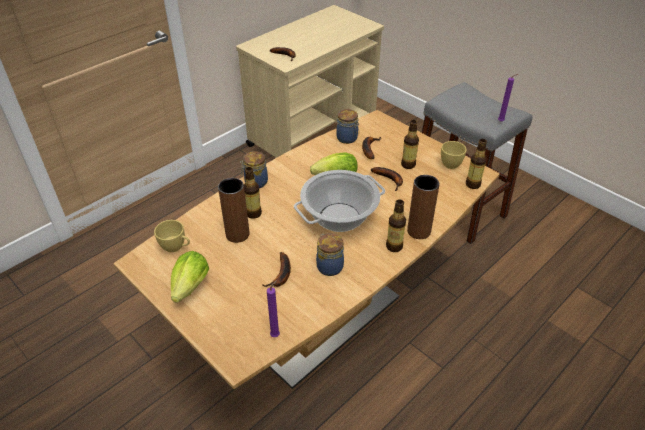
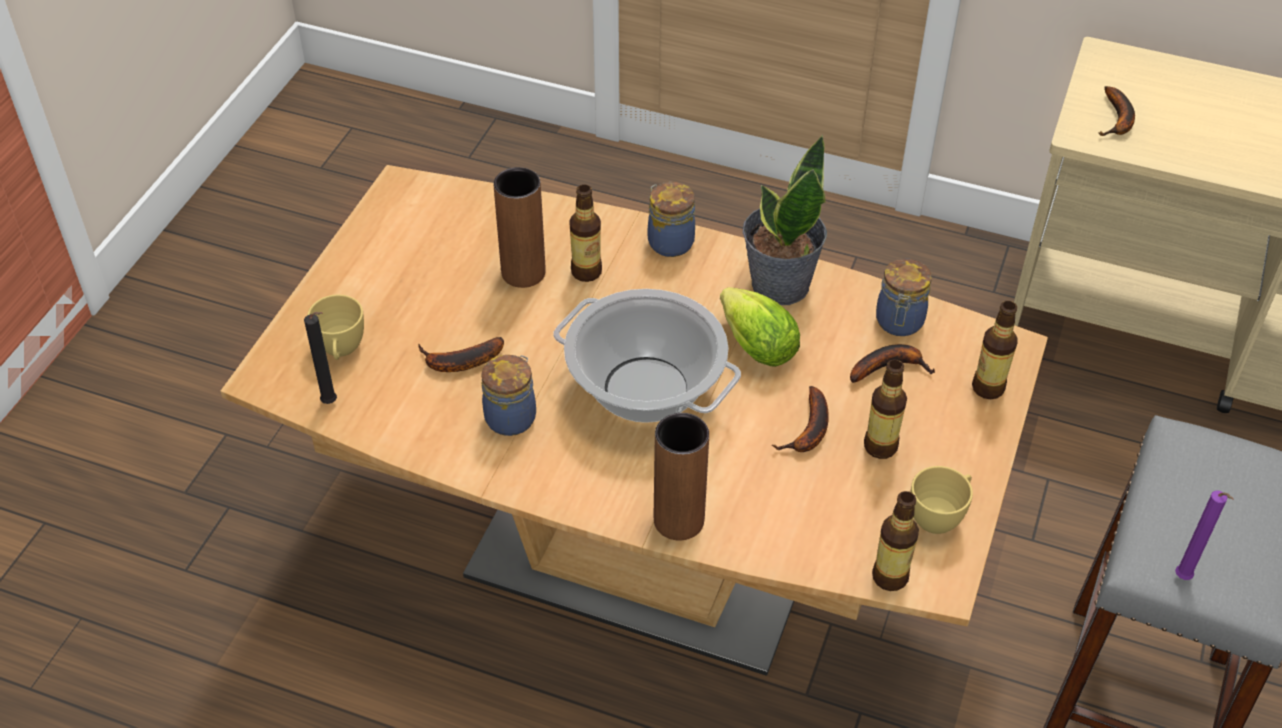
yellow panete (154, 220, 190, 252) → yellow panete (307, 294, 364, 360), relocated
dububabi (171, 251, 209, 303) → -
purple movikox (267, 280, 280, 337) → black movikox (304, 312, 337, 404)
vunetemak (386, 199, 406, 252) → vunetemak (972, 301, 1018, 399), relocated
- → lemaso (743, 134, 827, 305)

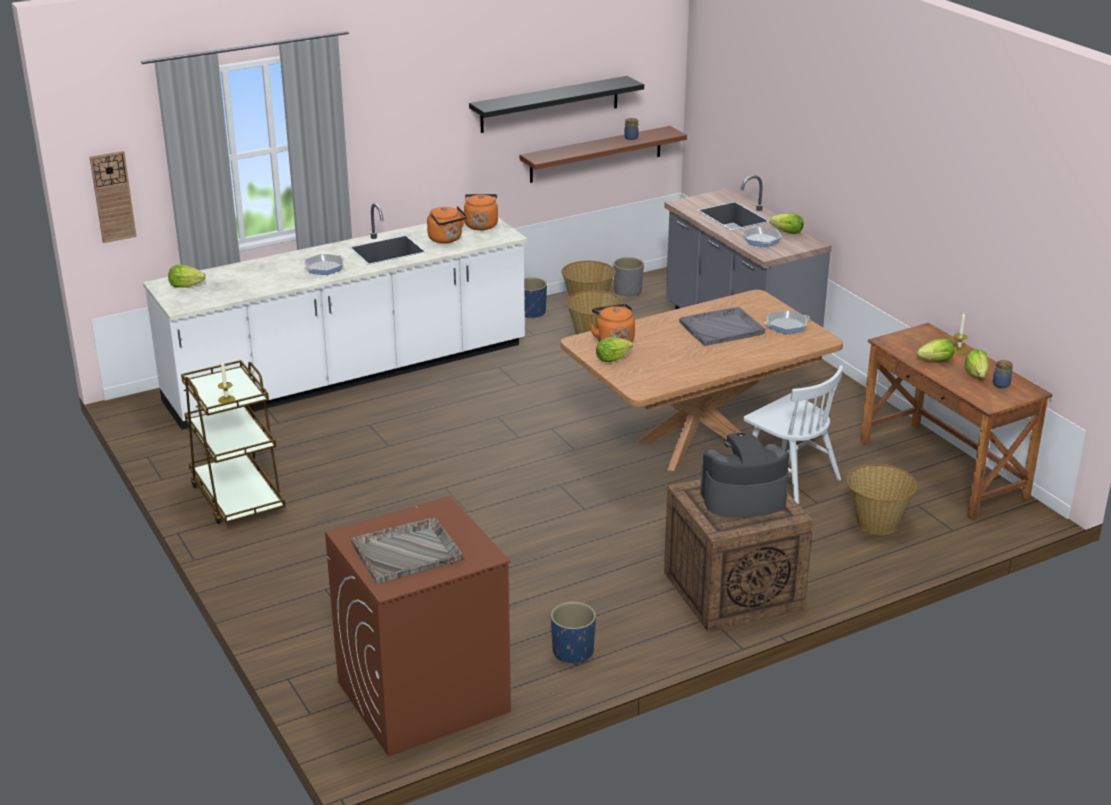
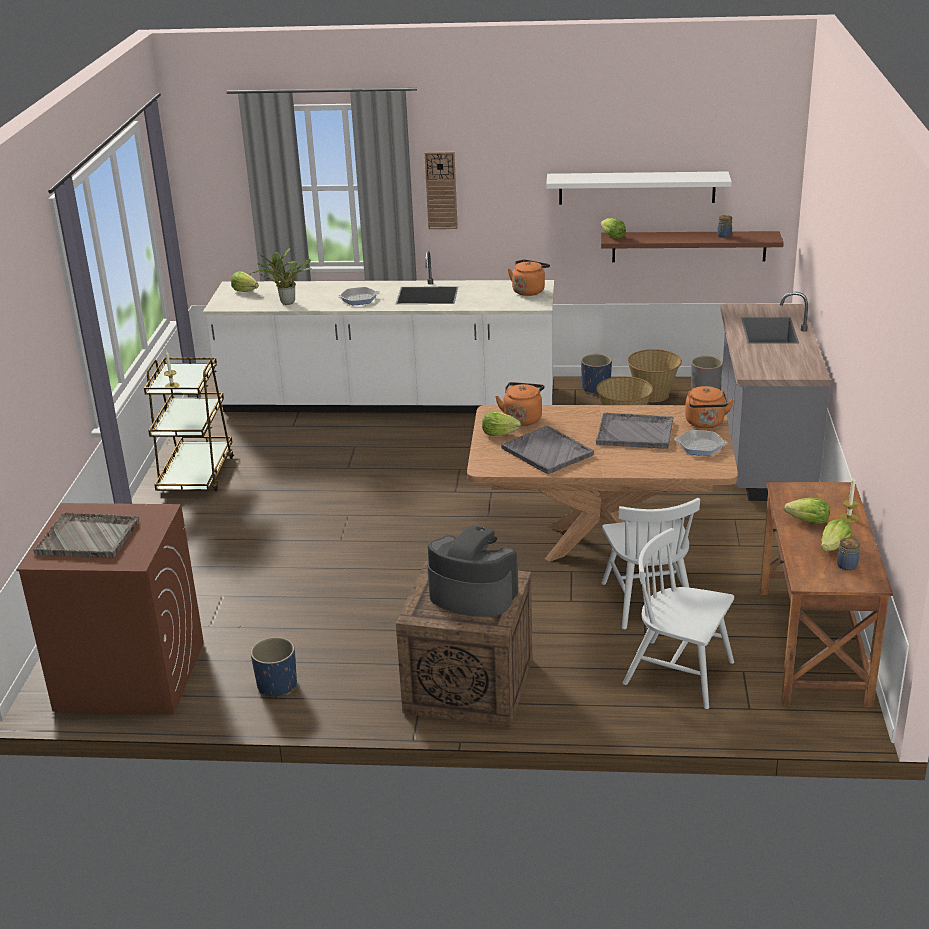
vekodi (90, 151, 137, 243) → vekodi (425, 152, 458, 229), relocated
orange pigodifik (427, 206, 467, 243) → orange pigodifik (685, 386, 734, 428), relocated
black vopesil (469, 76, 644, 133) → white vopesil (546, 172, 732, 205)
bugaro (743, 226, 782, 247) → -
dububabi (770, 213, 804, 234) → dububabi (601, 218, 626, 239), relocated
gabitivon (847, 464, 917, 535) → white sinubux (623, 528, 734, 709)
- → lemaso (249, 248, 312, 305)
- → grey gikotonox (501, 426, 594, 474)

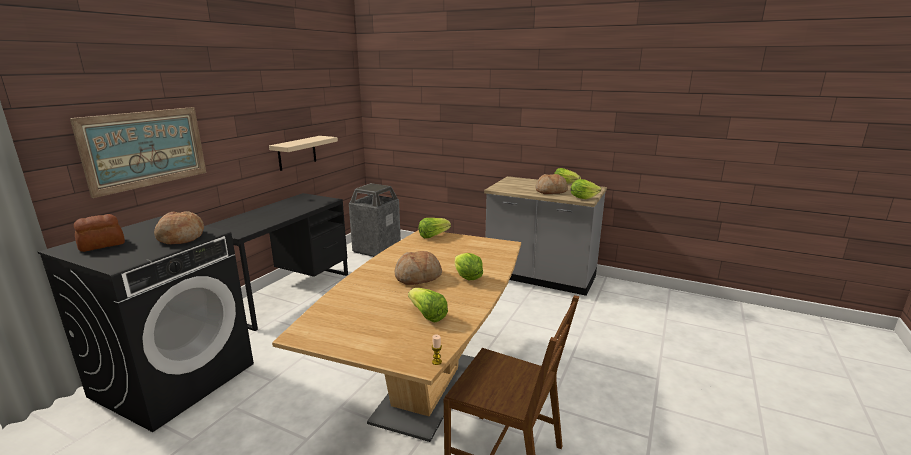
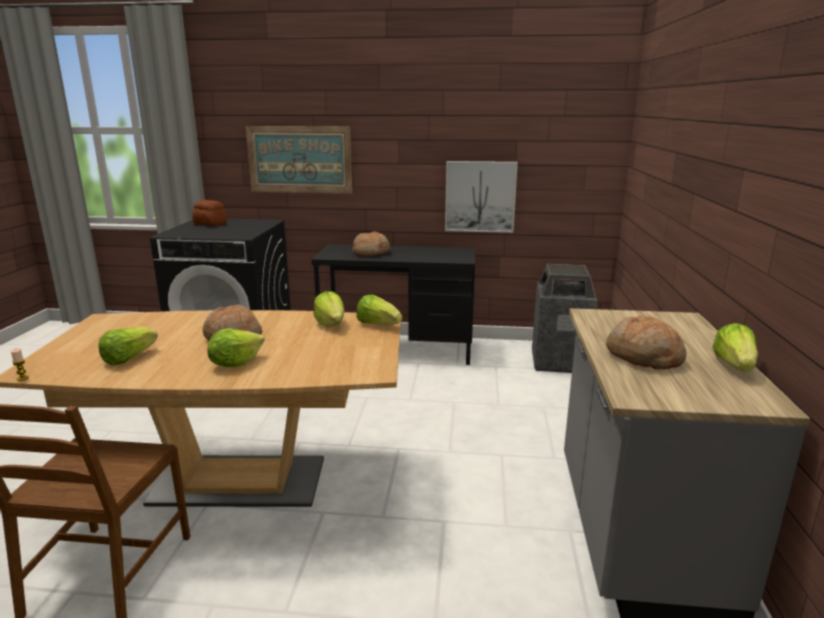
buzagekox (154, 211, 204, 244) → buzagekox (353, 231, 390, 256), relocated
beige vopesil (269, 136, 338, 171) → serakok (445, 161, 518, 233)
dububabi (571, 179, 601, 199) → dububabi (314, 291, 345, 327), relocated

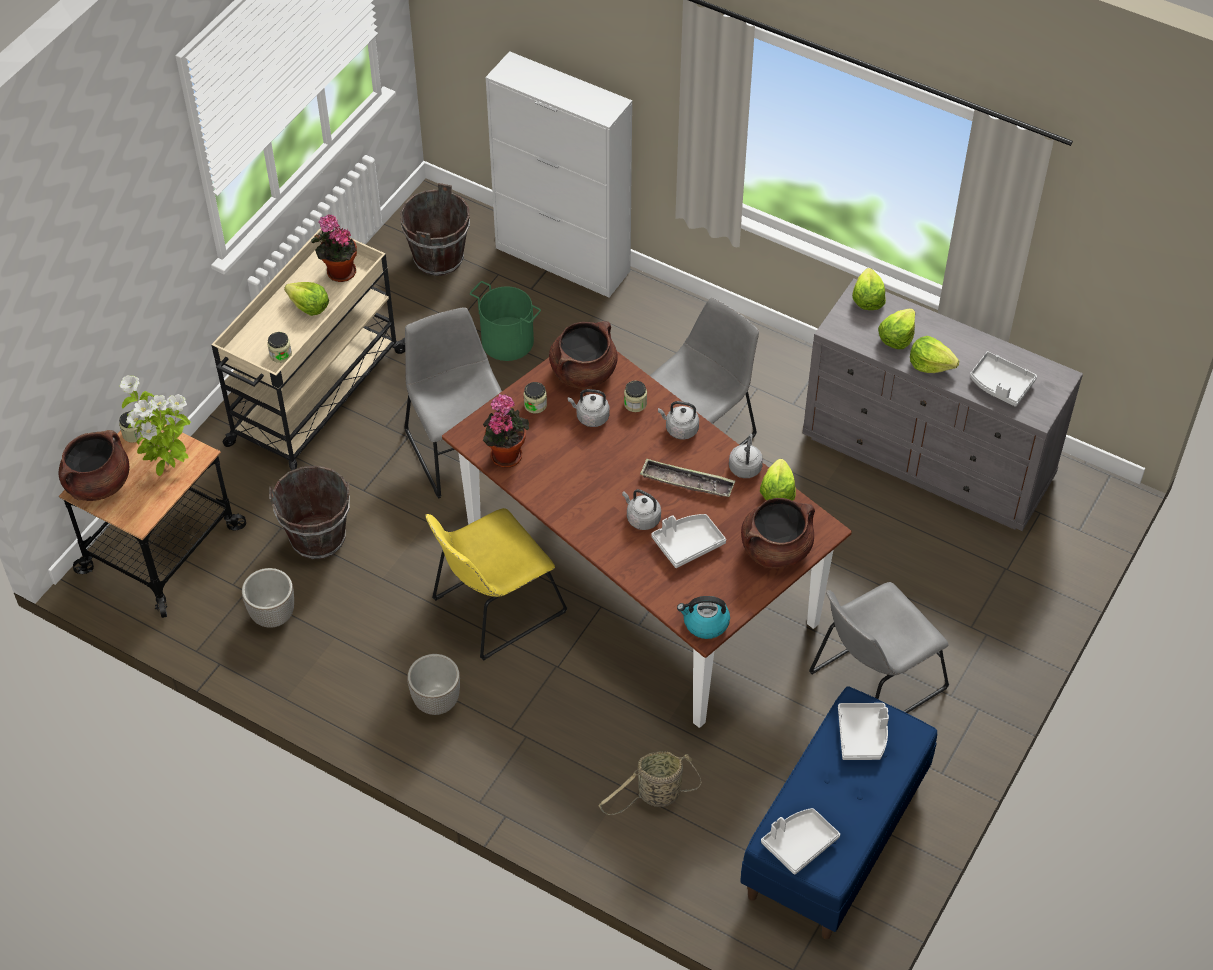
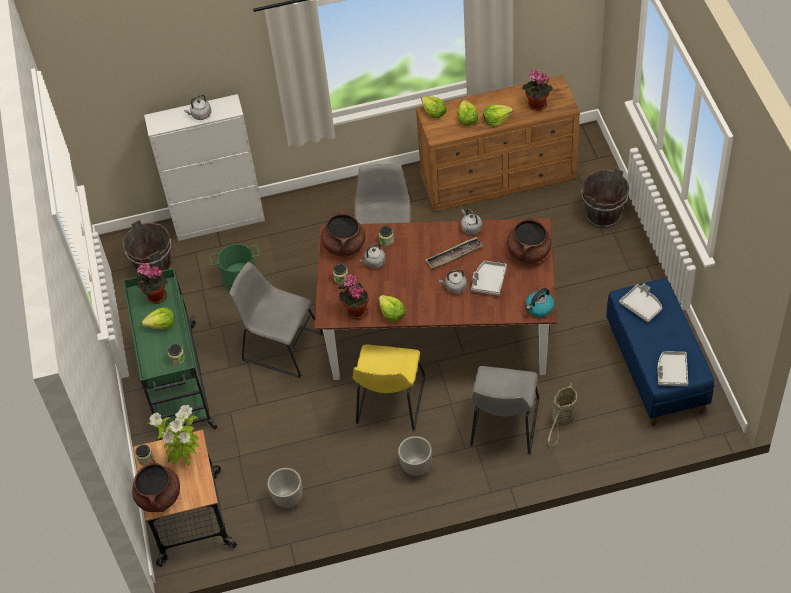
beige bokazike (211, 228, 405, 471) → green bokazike (123, 268, 217, 441)
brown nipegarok (269, 466, 350, 559) → brown nipegarok (581, 168, 629, 228), relocated
grey pigodifik (658, 401, 699, 440) → grey pigodifik (184, 94, 211, 120), relocated
dububabi (760, 459, 796, 501) → dububabi (379, 295, 406, 322), relocated
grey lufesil (803, 278, 1083, 531) → brown lufesil (416, 75, 580, 211)
grey sinubux (809, 582, 949, 713) → grey sinubux (470, 366, 539, 454), relocated
grey gikotonox (970, 351, 1037, 407) → lemaso (522, 70, 553, 111)

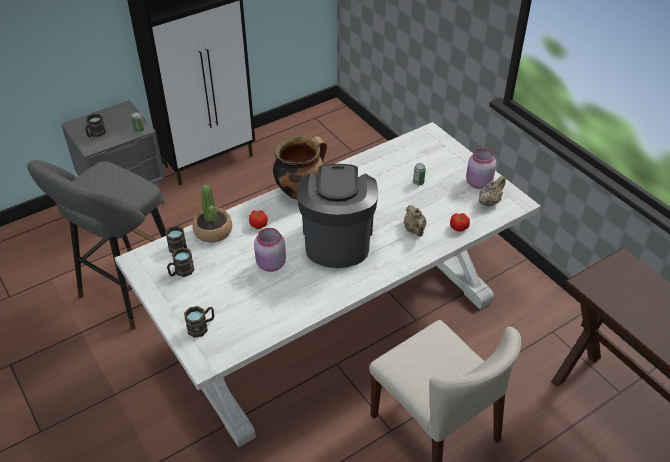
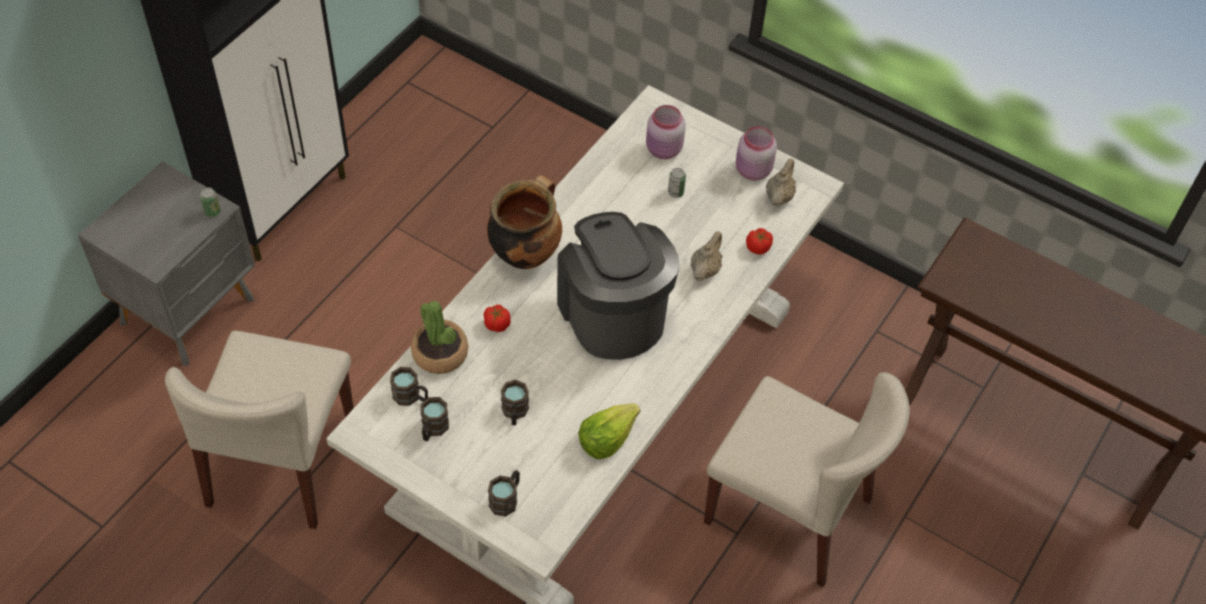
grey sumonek (27, 160, 166, 330) → beige sinubux (165, 331, 354, 529)
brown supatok (85, 114, 106, 137) → brown supatok (501, 380, 529, 425), relocated
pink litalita (254, 228, 286, 272) → pink litalita (646, 105, 686, 159), relocated
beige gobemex (404, 205, 427, 237) → beige gobemex (691, 232, 722, 281), 120 degrees counterclockwise
- → dububabi (578, 403, 640, 459)

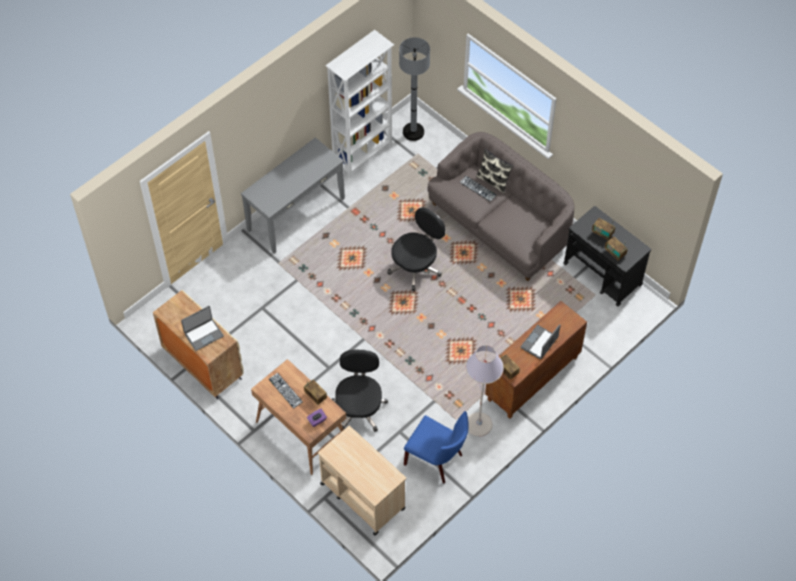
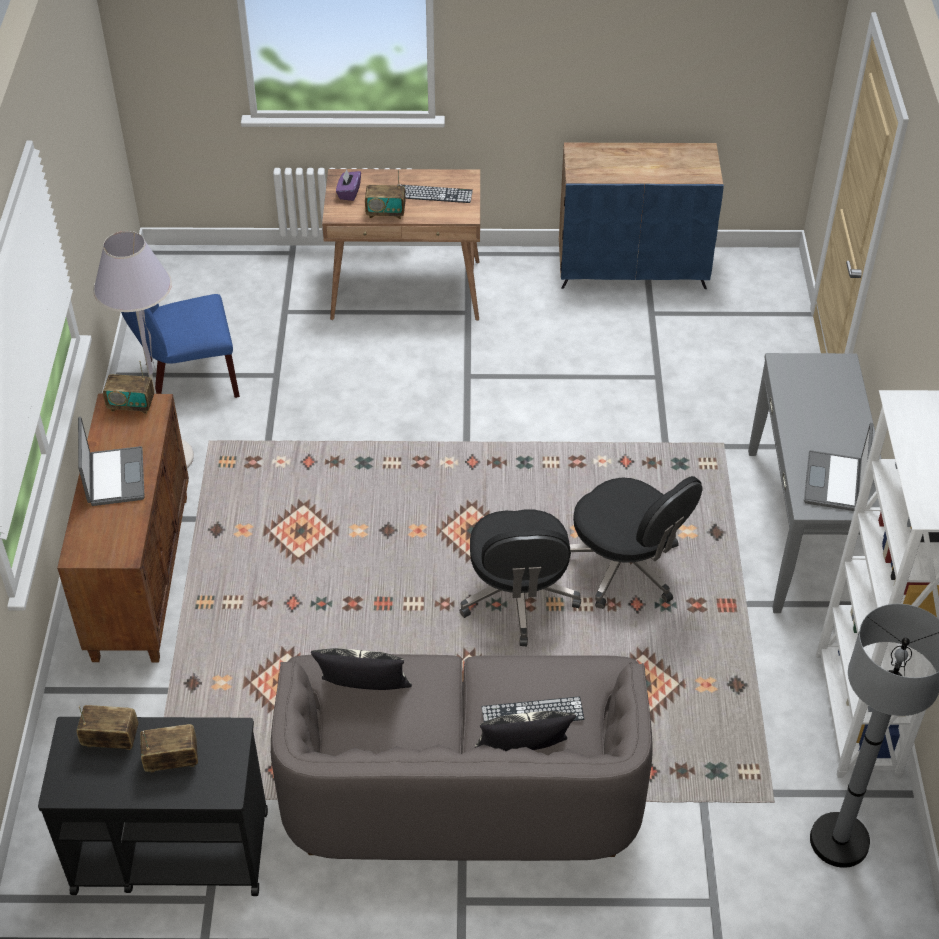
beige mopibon (153, 290, 244, 399) → blue mopibon (559, 143, 724, 289)
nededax (181, 306, 224, 351) → nededax (804, 423, 873, 511), relocated
beige bokazike (318, 426, 406, 535) → -
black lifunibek (332, 349, 388, 432) → black lifunibek (570, 476, 703, 609), relocated
- → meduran (311, 648, 412, 690)

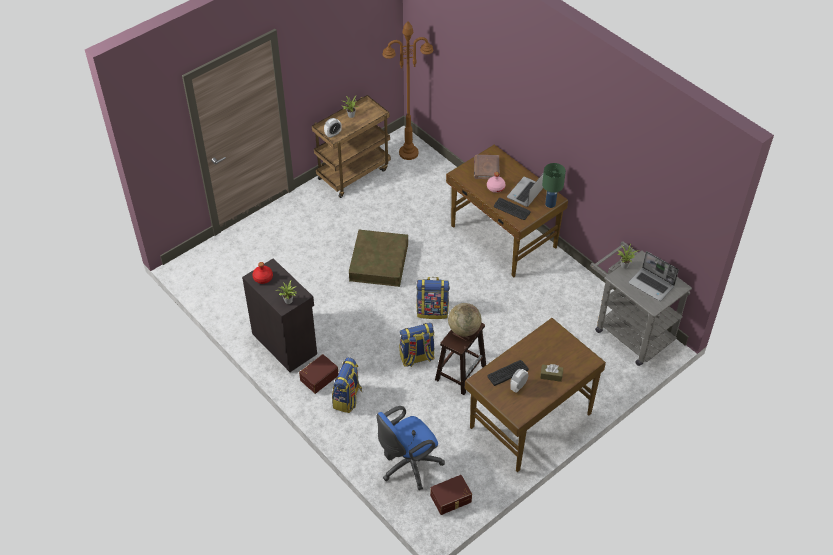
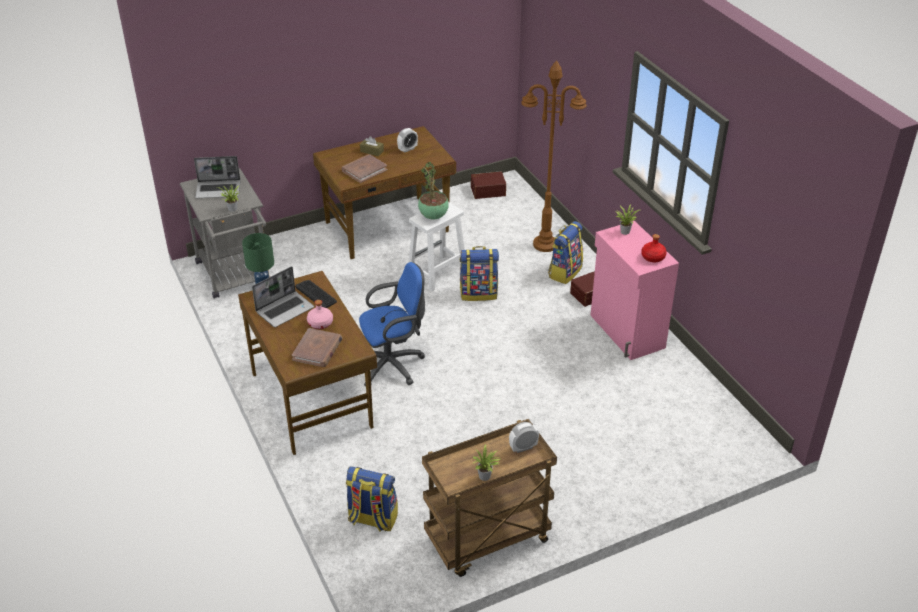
black mopibon (242, 258, 317, 372) → pink mopibon (590, 221, 679, 360)
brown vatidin (349, 229, 408, 287) → -
blue lifunibek (376, 406, 445, 490) → blue lifunibek (359, 262, 425, 387), relocated
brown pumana (383, 21, 433, 160) → brown pumana (521, 60, 587, 252), relocated
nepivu (416, 277, 450, 319) → nepivu (346, 466, 398, 532), relocated
brown sumonek (435, 323, 486, 395) → white sumonek (409, 202, 465, 291)
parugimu (448, 303, 482, 336) → lemaso (418, 161, 449, 220)
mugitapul (487, 360, 529, 386) → -
nededax (628, 251, 679, 301) → nededax (194, 156, 241, 198), 120 degrees clockwise
- → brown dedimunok (342, 154, 388, 183)

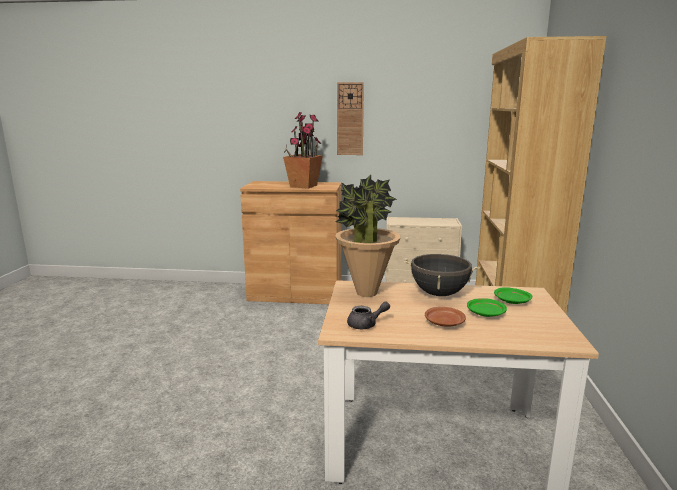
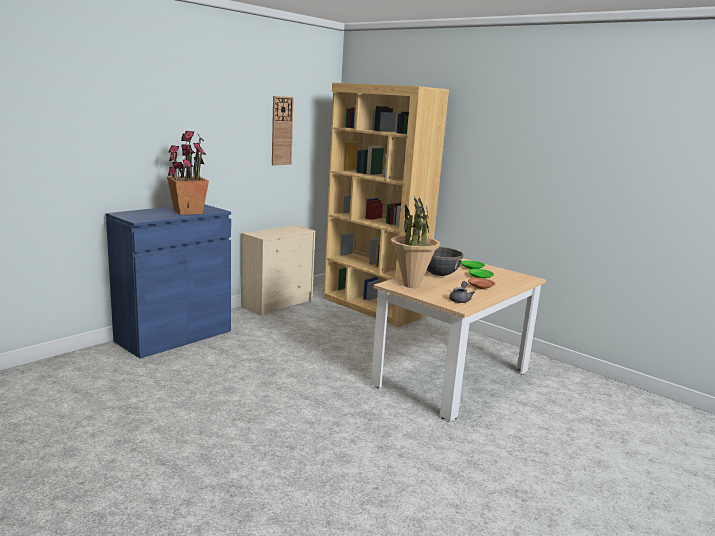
brown mopibon (240, 181, 342, 304) → blue mopibon (106, 204, 231, 359)
vekodi (337, 82, 364, 155) → vekodi (272, 96, 294, 166), relocated

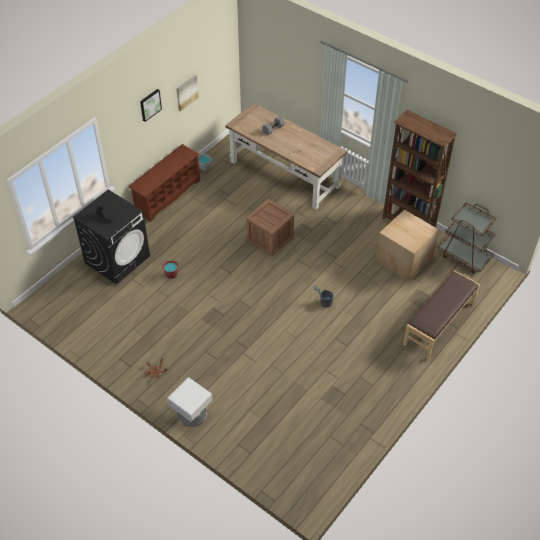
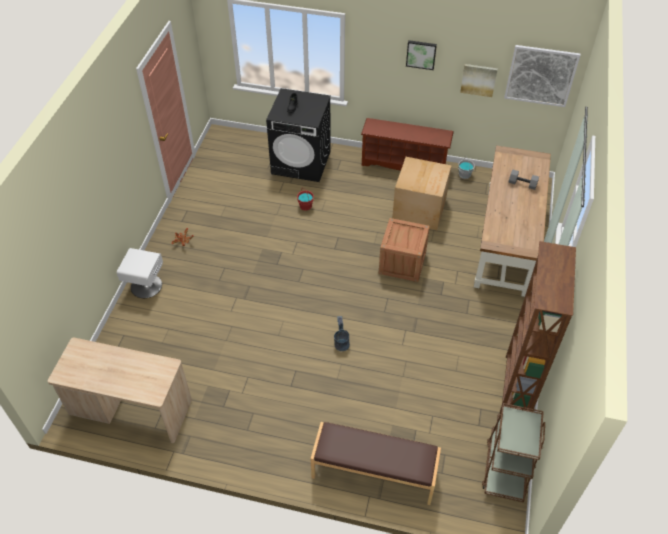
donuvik (376, 209, 439, 281) → donuvik (392, 157, 452, 230), relocated
- → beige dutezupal (48, 337, 192, 443)
- → serakok (504, 45, 581, 107)

